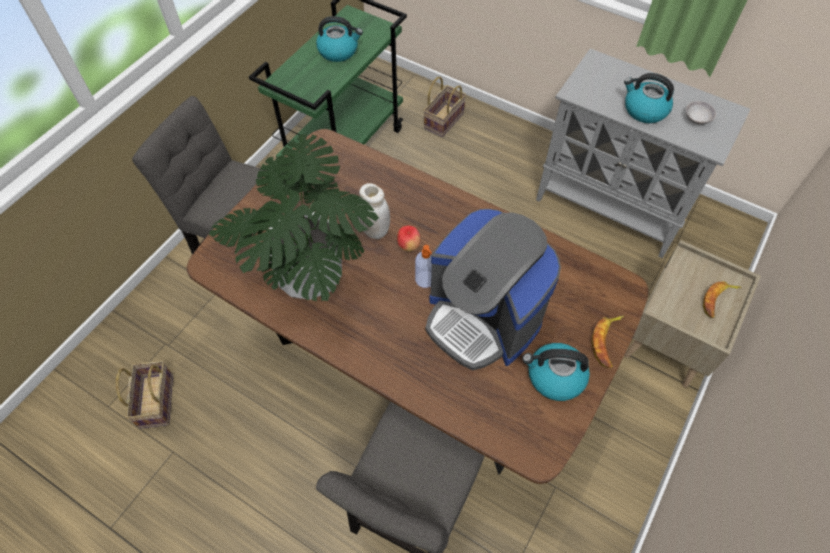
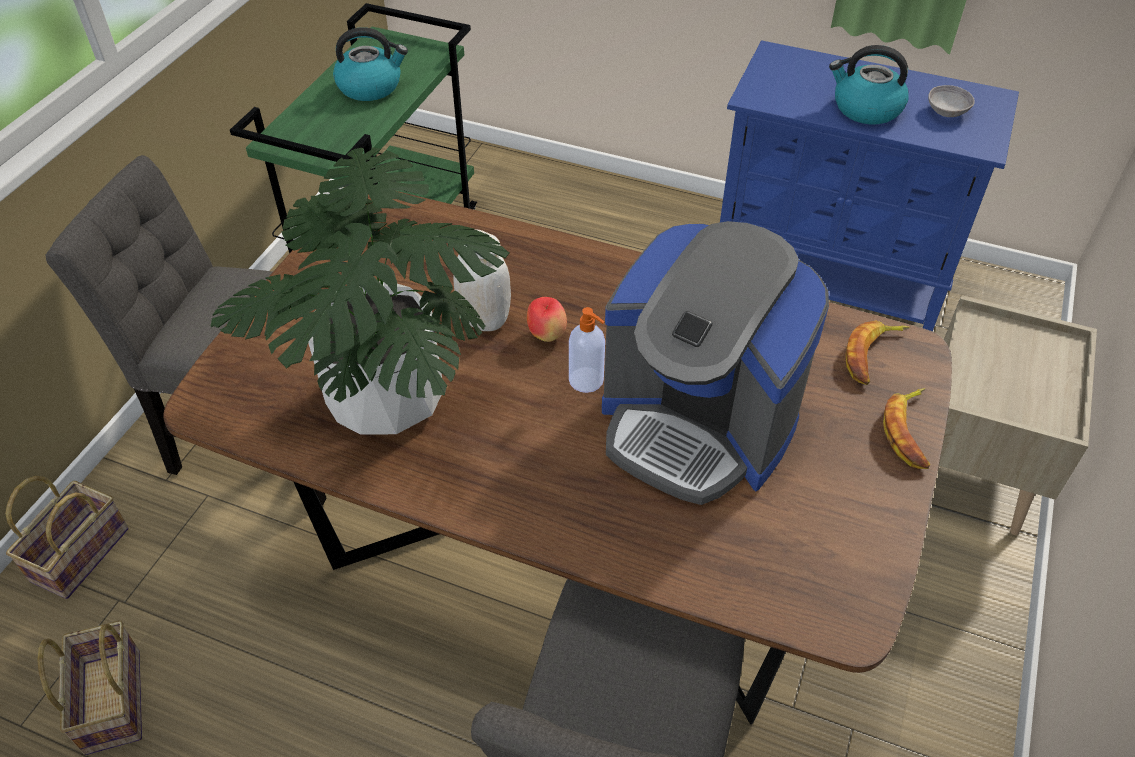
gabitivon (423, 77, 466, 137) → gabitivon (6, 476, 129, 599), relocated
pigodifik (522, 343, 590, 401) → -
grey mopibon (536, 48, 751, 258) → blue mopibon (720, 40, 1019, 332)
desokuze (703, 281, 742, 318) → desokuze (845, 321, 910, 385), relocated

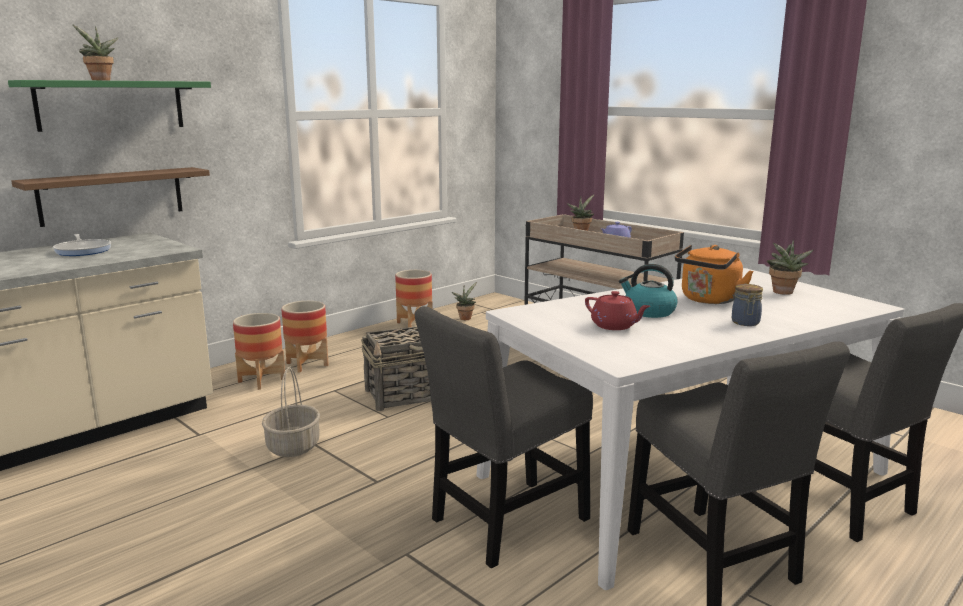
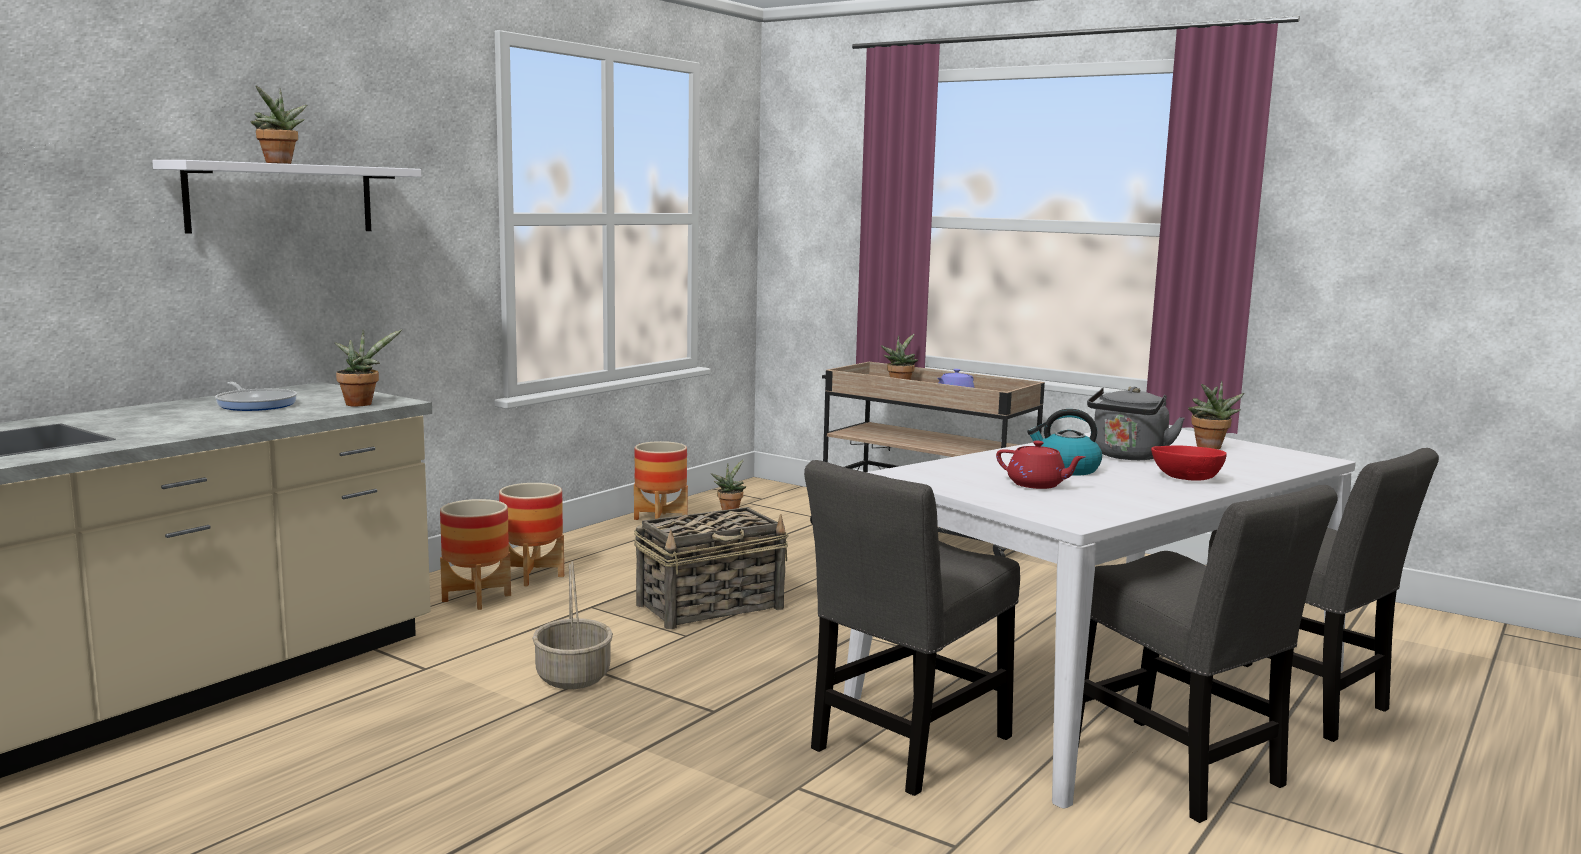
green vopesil (8, 80, 211, 132) → white vopesil (152, 160, 421, 234)
brown vopesil (11, 167, 210, 227) → -
orange pigodifik (675, 245, 754, 304) → grey pigodifik (1087, 387, 1185, 460)
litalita (732, 284, 763, 326) → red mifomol (1151, 445, 1227, 481)
- → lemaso (335, 329, 402, 406)

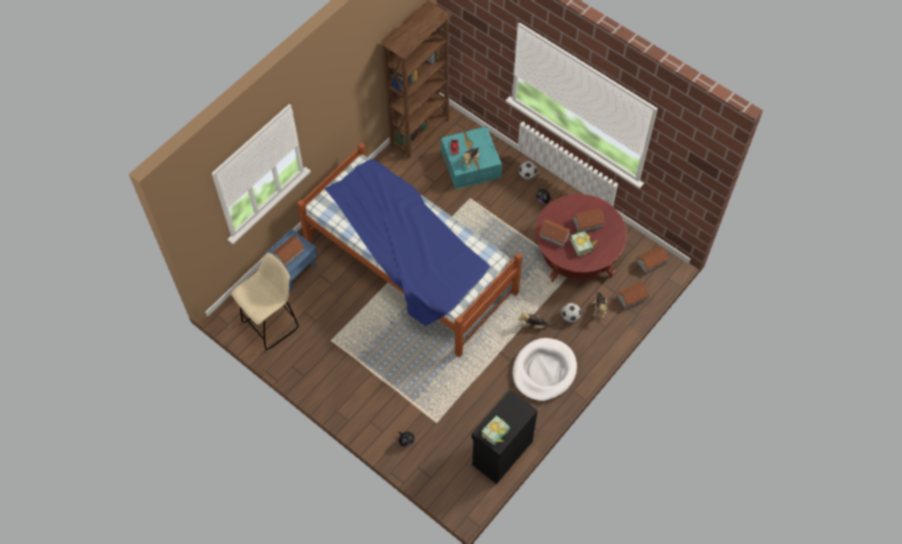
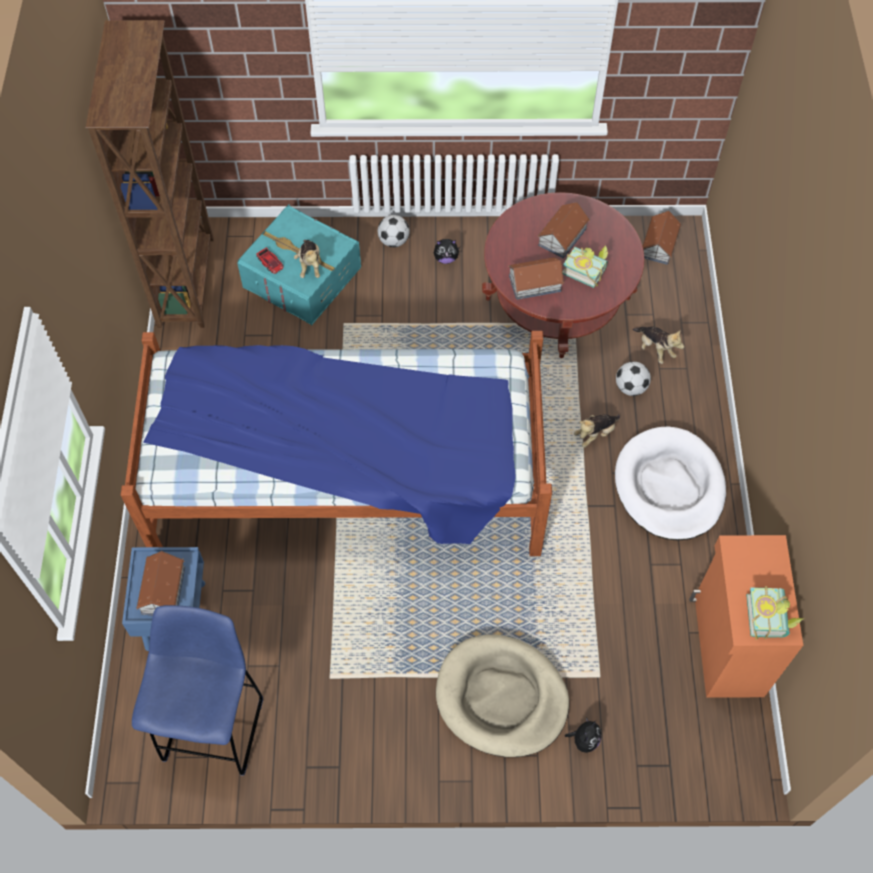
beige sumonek (231, 253, 299, 351) → blue sumonek (132, 605, 263, 776)
black mopibon (471, 390, 538, 484) → orange mopibon (689, 535, 803, 698)
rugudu (617, 282, 650, 310) → -
- → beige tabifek (436, 634, 569, 757)

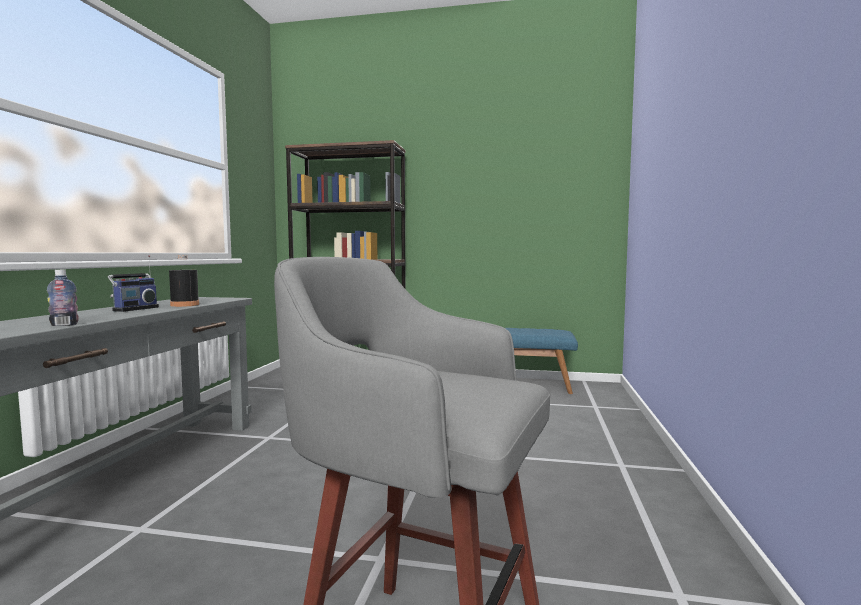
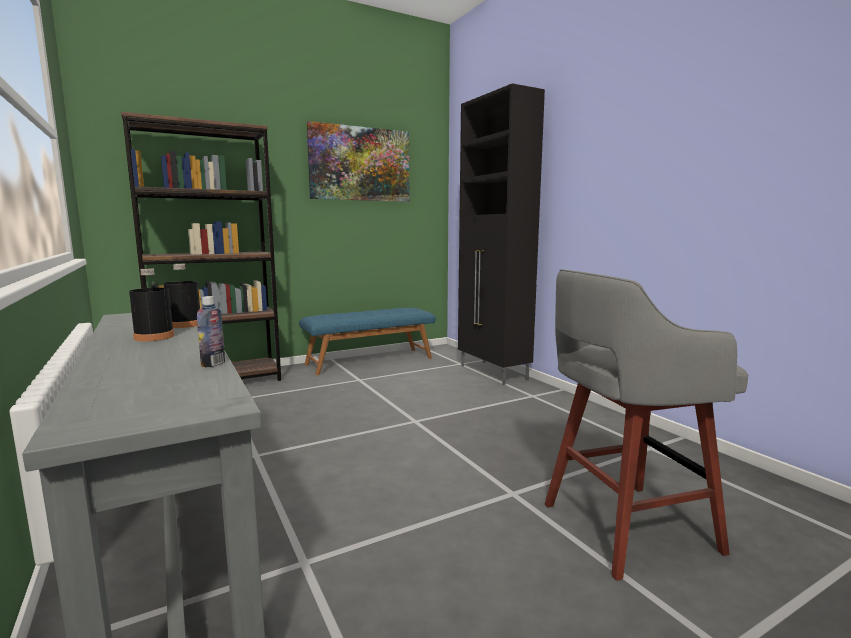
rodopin (108, 255, 159, 312) → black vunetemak (129, 269, 174, 341)
- → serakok (307, 121, 409, 202)
- → black mopibon (458, 83, 545, 385)

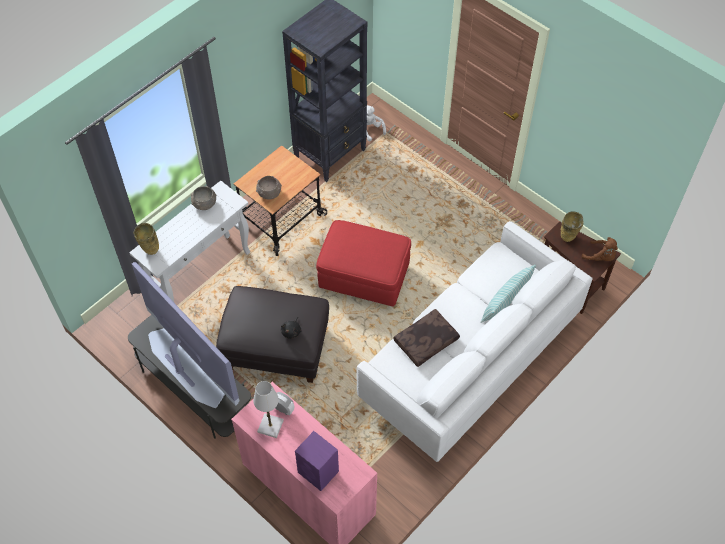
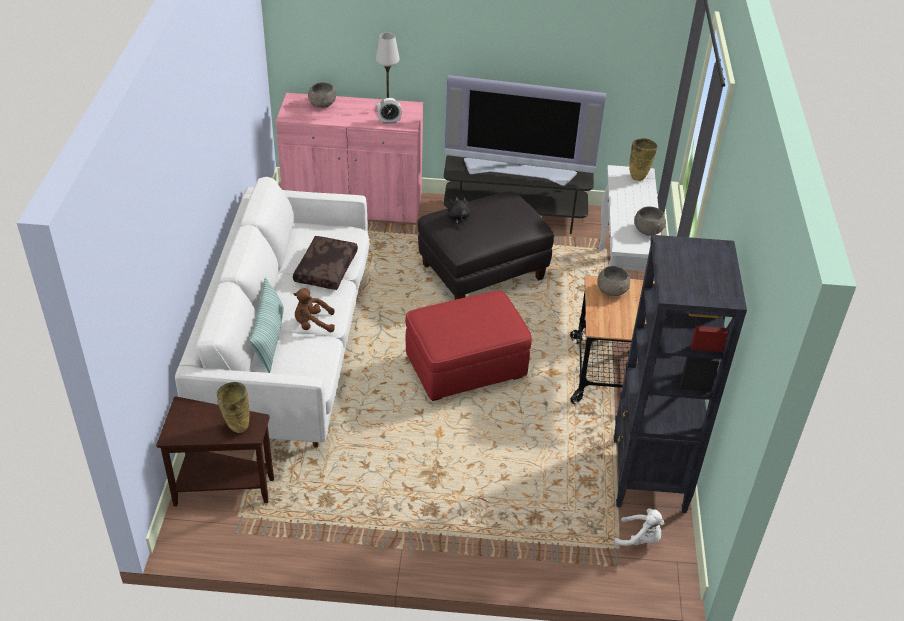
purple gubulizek (295, 431, 339, 491) → grey mifomol (308, 82, 336, 108)
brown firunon (582, 237, 618, 261) → brown firunon (293, 288, 335, 332), relocated

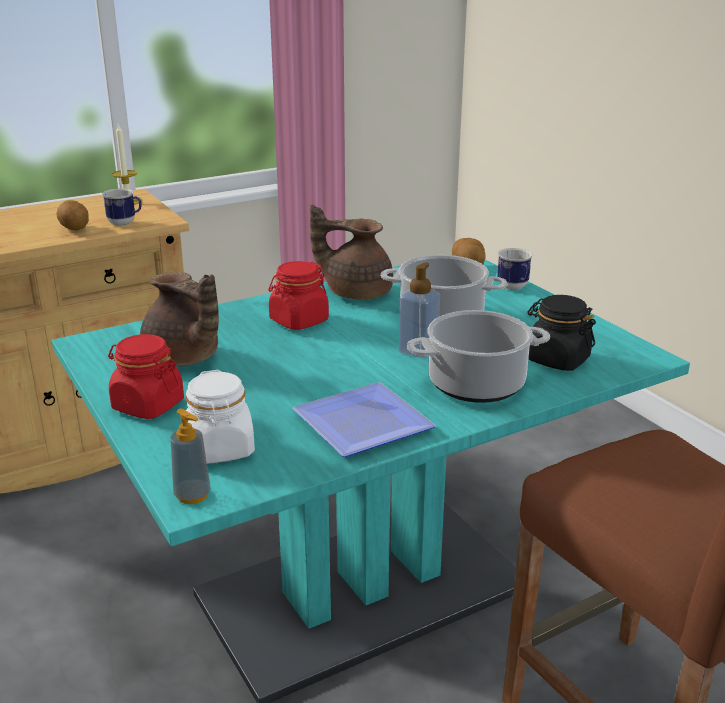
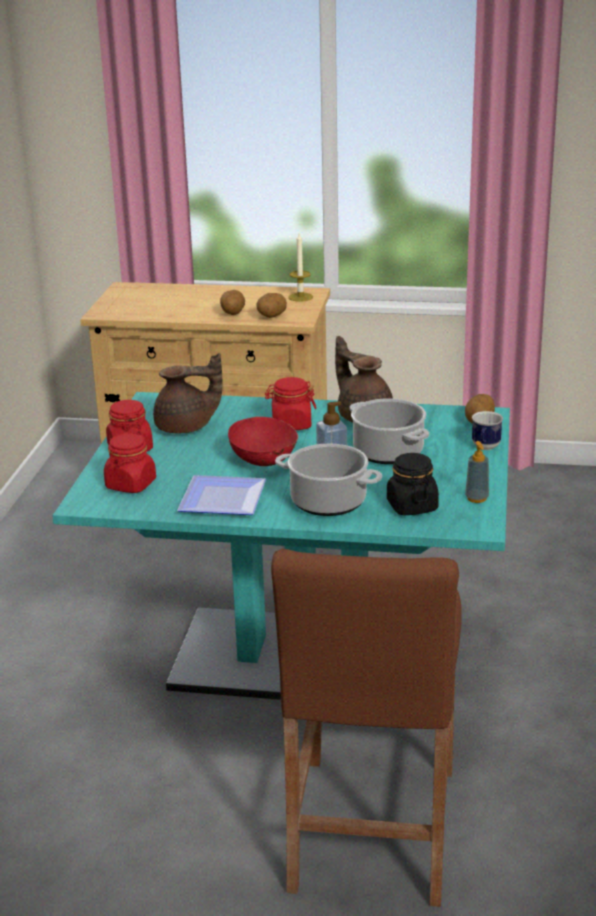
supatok (102, 188, 141, 226) → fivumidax (257, 293, 287, 318)
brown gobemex (140, 272, 219, 367) → brown gobemex (153, 353, 223, 433), 90 degrees counterclockwise
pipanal (170, 409, 211, 504) → pipanal (465, 441, 489, 503), relocated
white litalita (185, 370, 255, 464) → red litalita (104, 432, 156, 493)
- → red mifomol (228, 417, 298, 466)

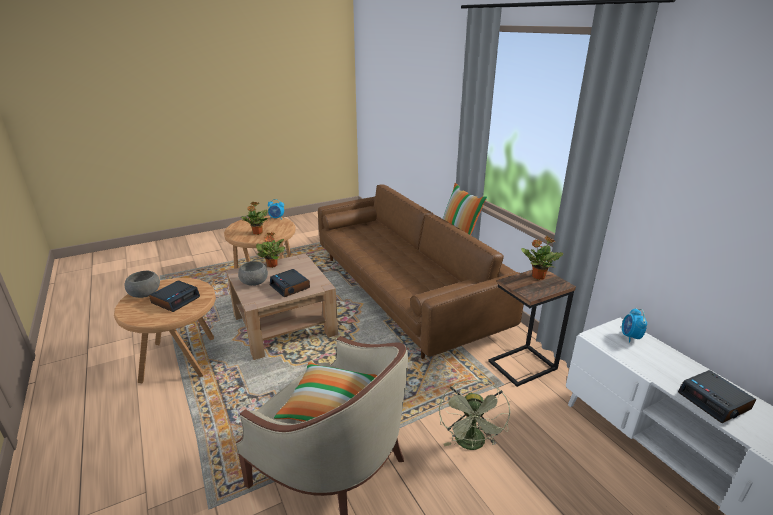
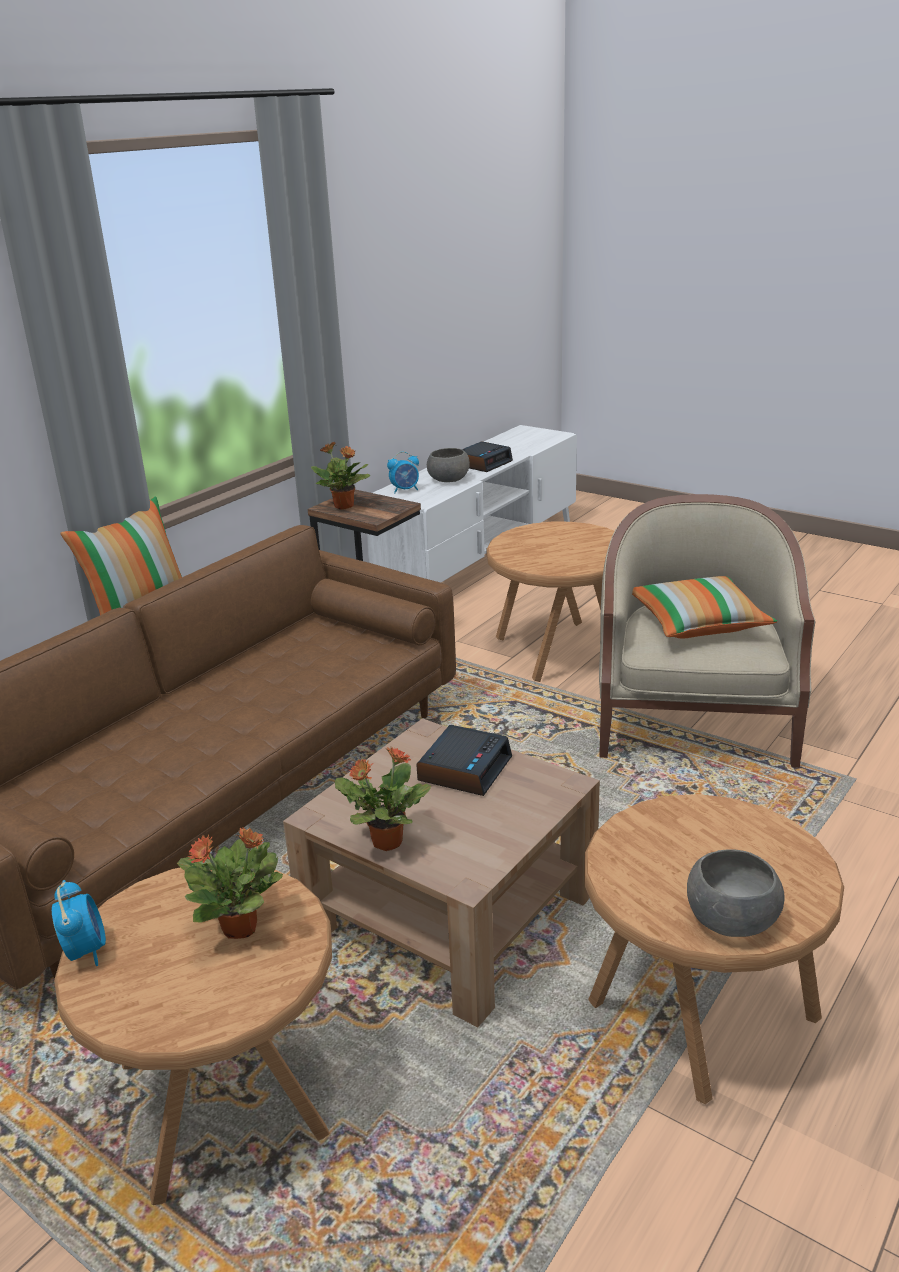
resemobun (149, 280, 200, 312) → -
grey mifomol (238, 261, 268, 286) → grey mifomol (427, 448, 470, 482), relocated
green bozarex (439, 380, 511, 450) → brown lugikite (486, 522, 615, 682)

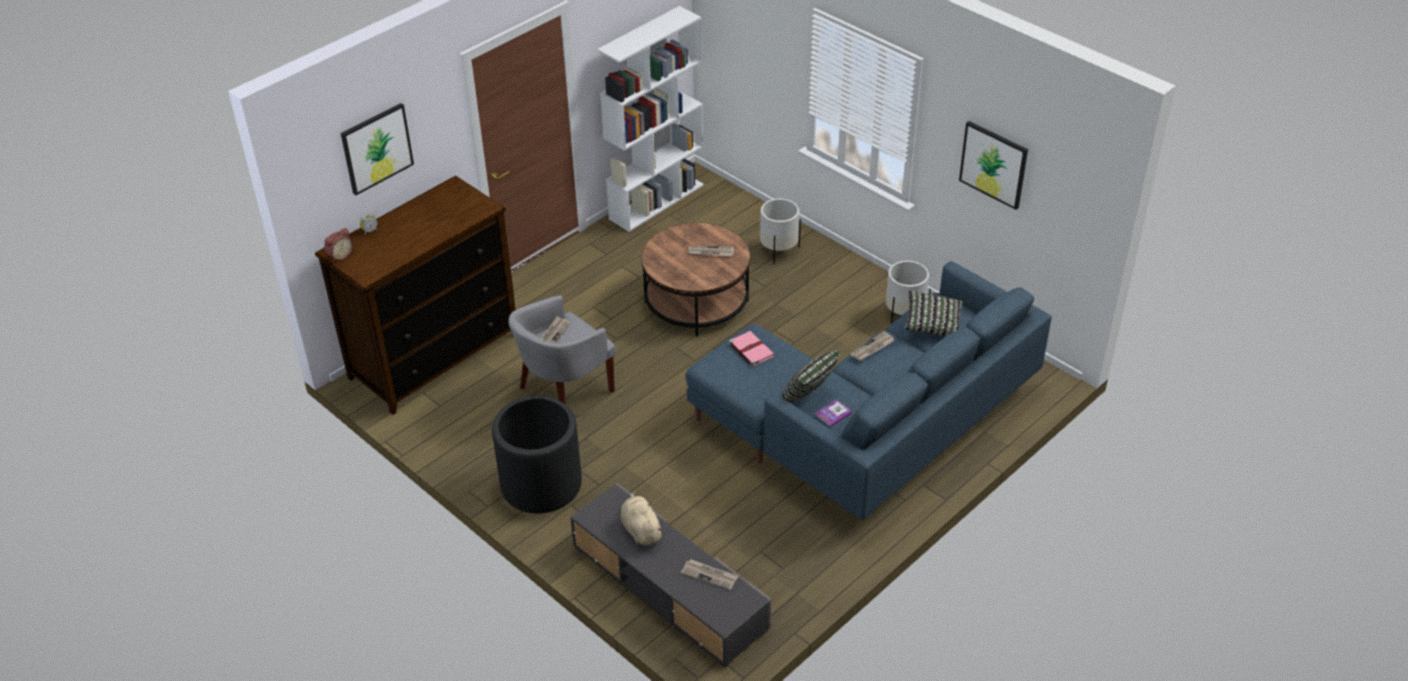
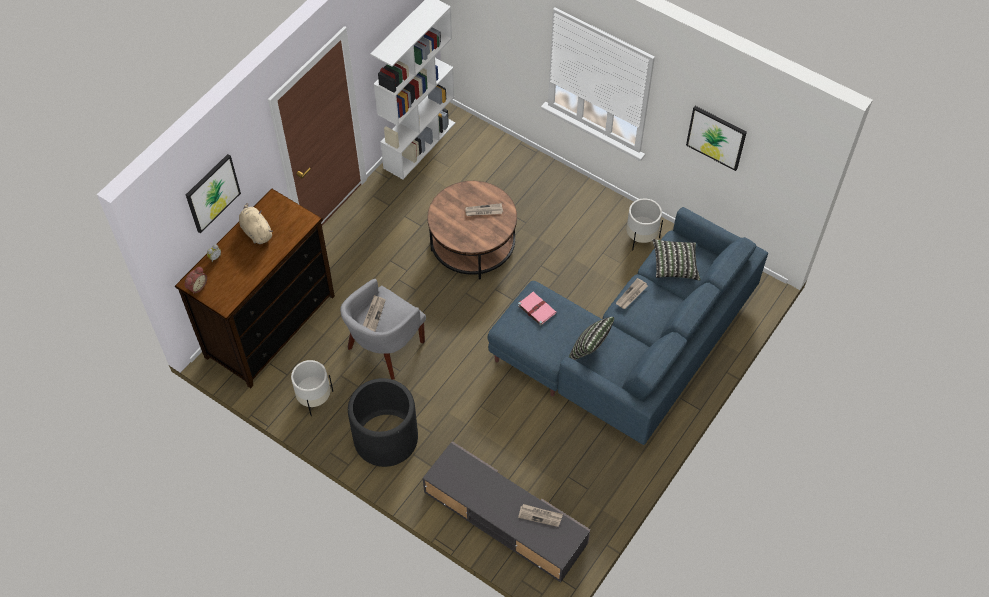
beige firunon (621, 492, 664, 546) → beige firunon (239, 203, 273, 244), relocated
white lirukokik (760, 199, 801, 264) → white lirukokik (291, 360, 333, 416), relocated
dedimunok (815, 400, 852, 427) → -

